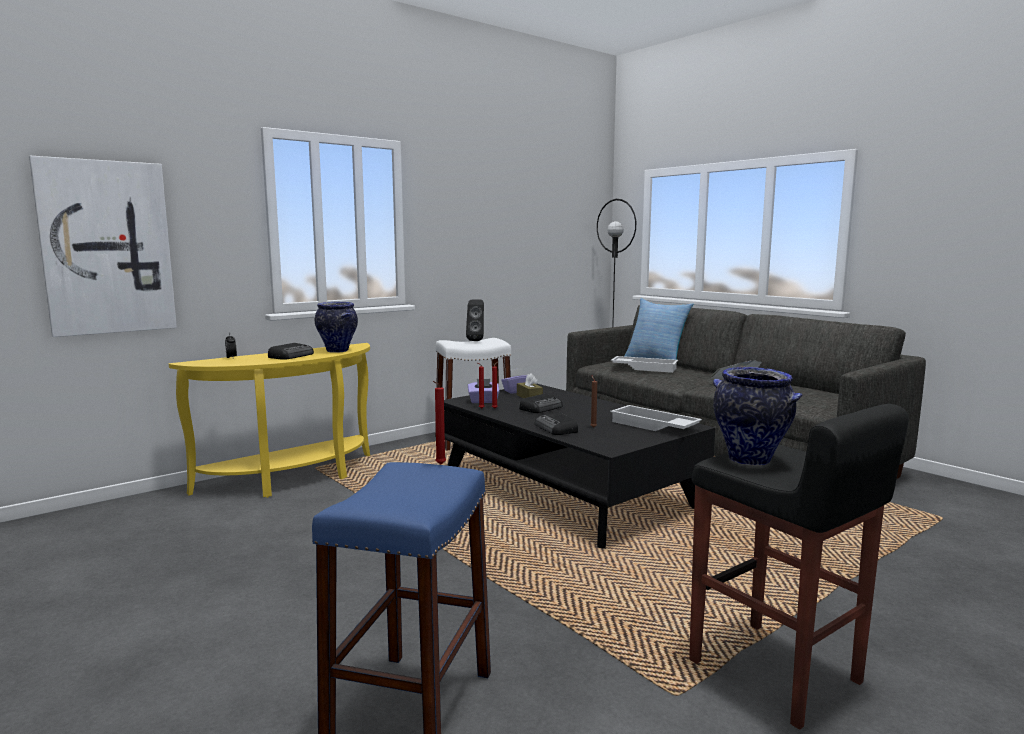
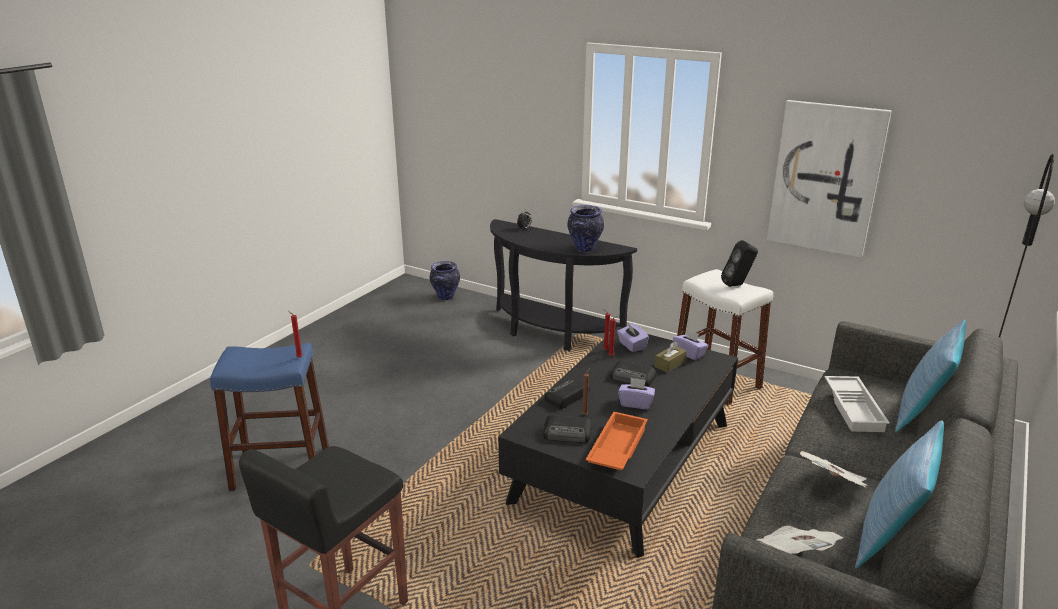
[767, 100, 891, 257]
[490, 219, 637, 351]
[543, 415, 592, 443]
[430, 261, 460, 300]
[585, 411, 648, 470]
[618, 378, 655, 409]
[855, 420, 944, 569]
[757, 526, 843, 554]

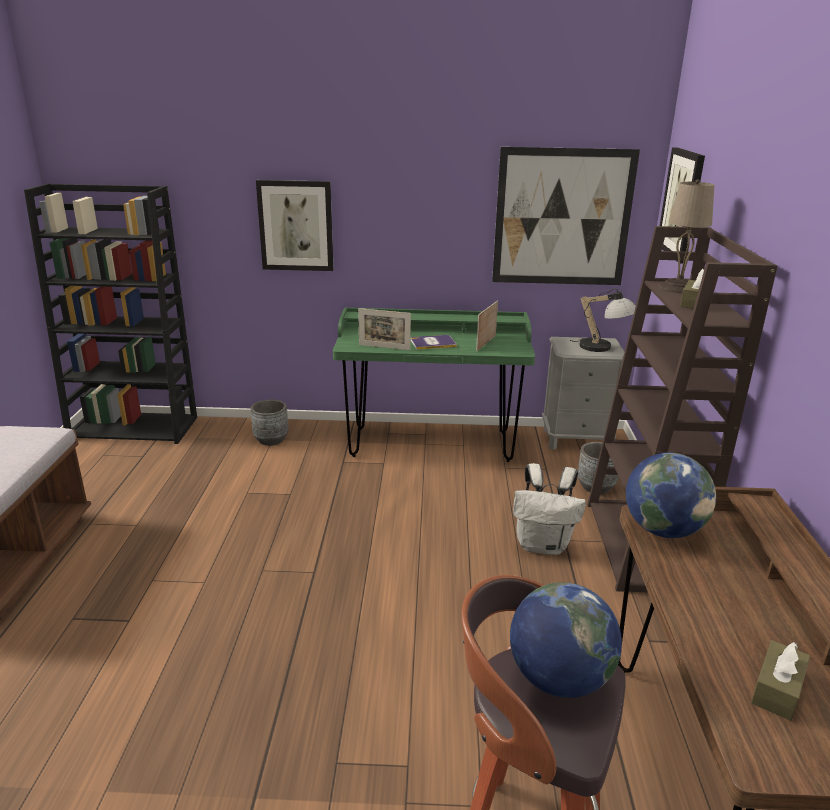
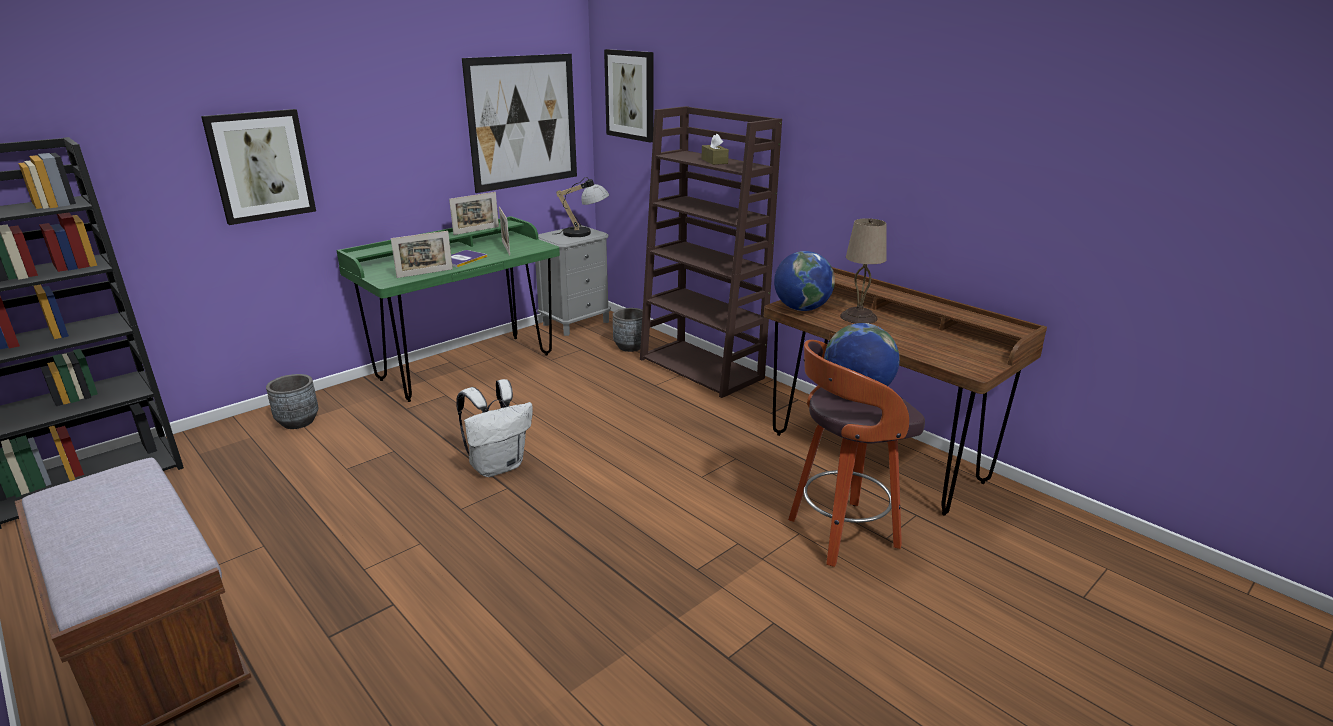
[840, 218, 886, 324]
[456, 379, 533, 477]
[751, 640, 810, 721] (first image)
[449, 192, 499, 235]

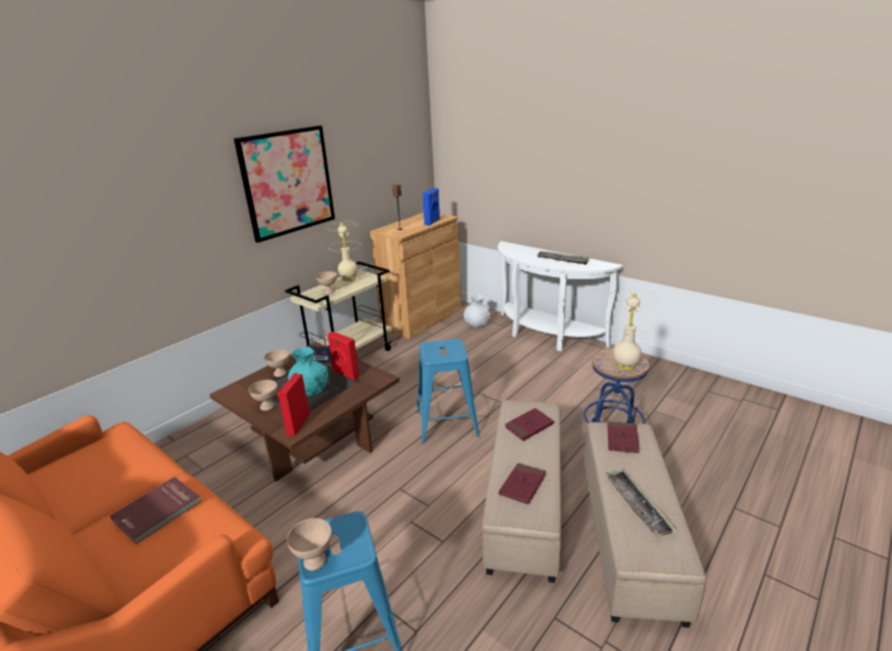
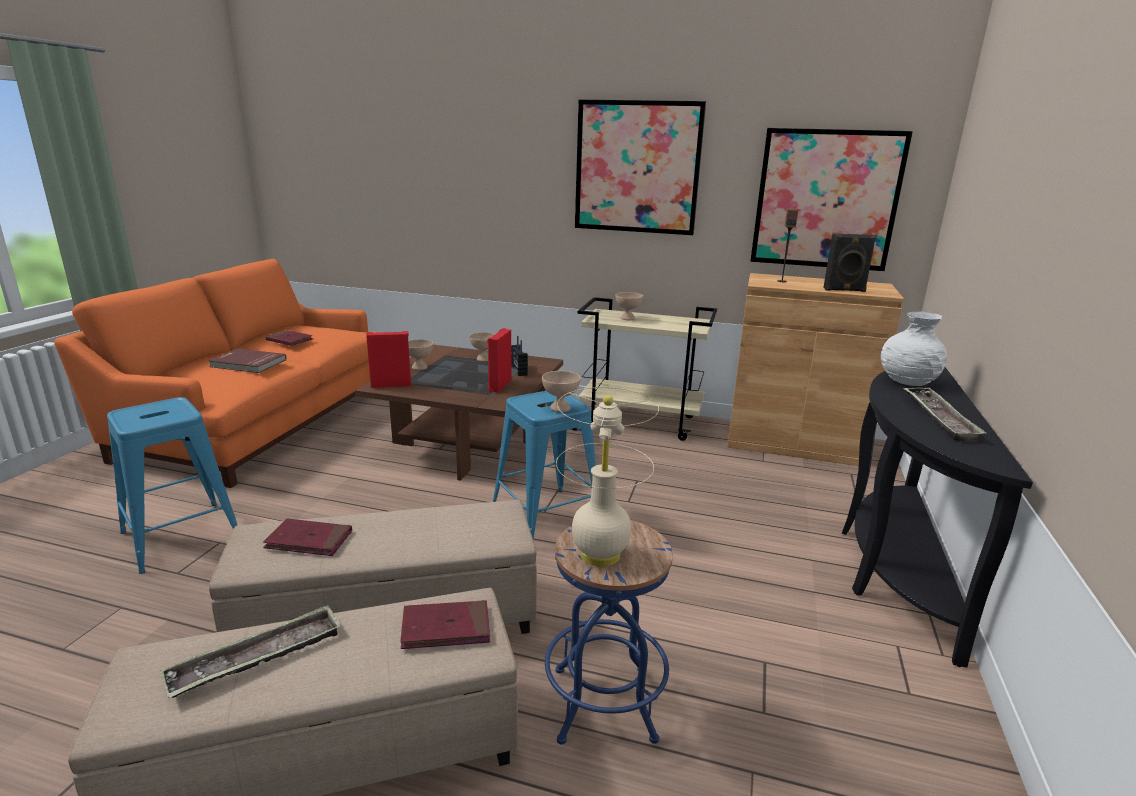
[823, 234, 877, 292]
[326, 222, 361, 281] (first image)
[842, 367, 1033, 668]
[881, 311, 947, 386]
[288, 347, 328, 397] (first image)
[265, 330, 313, 346]
[542, 371, 581, 412]
[750, 128, 913, 271]

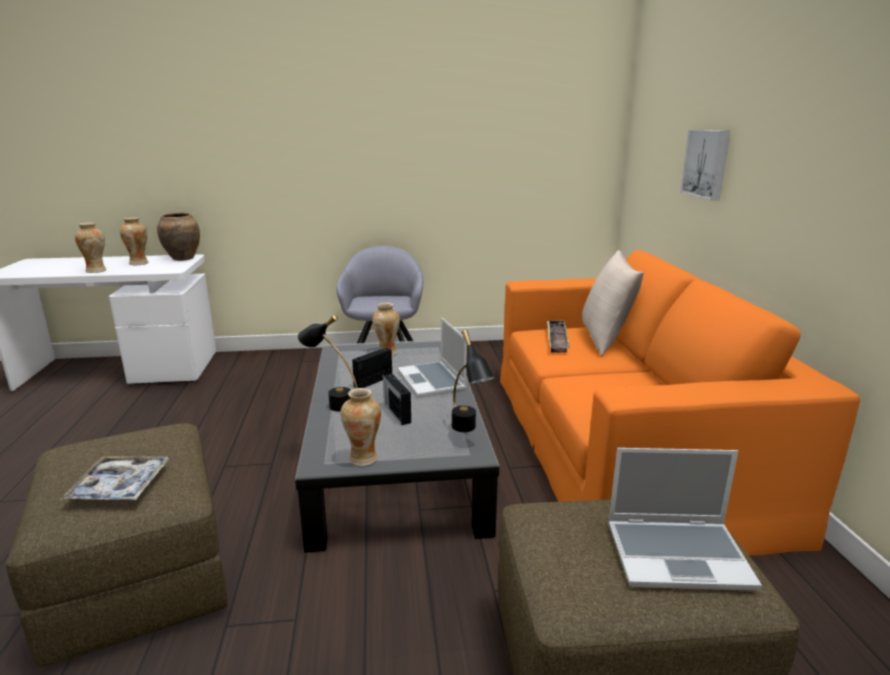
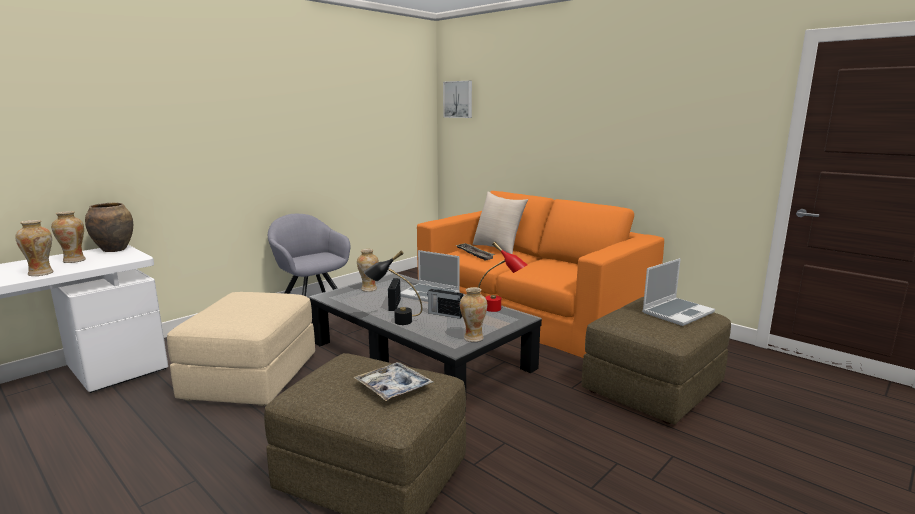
[443, 81, 472, 118]
[478, 242, 527, 312]
[167, 292, 315, 406]

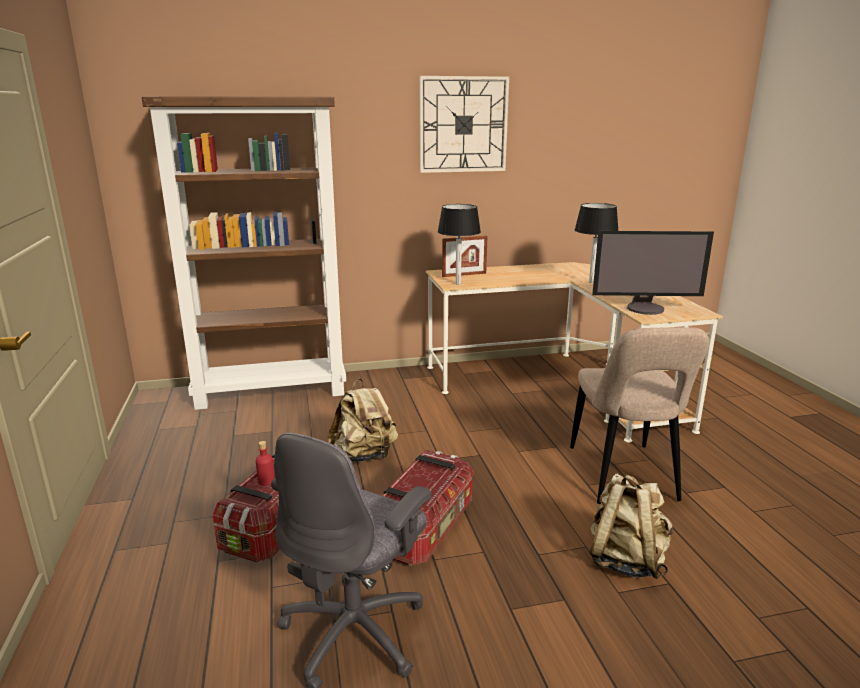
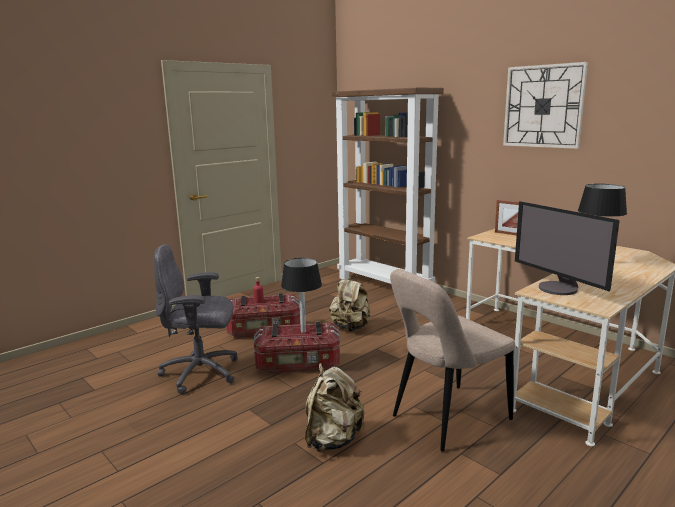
[281, 258, 322, 333]

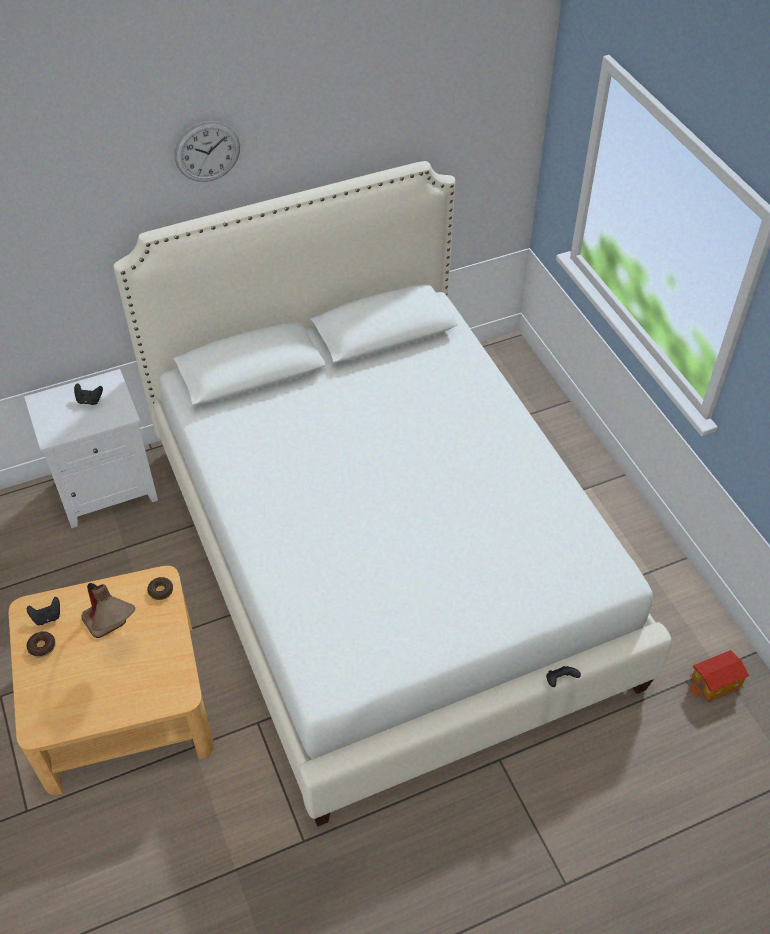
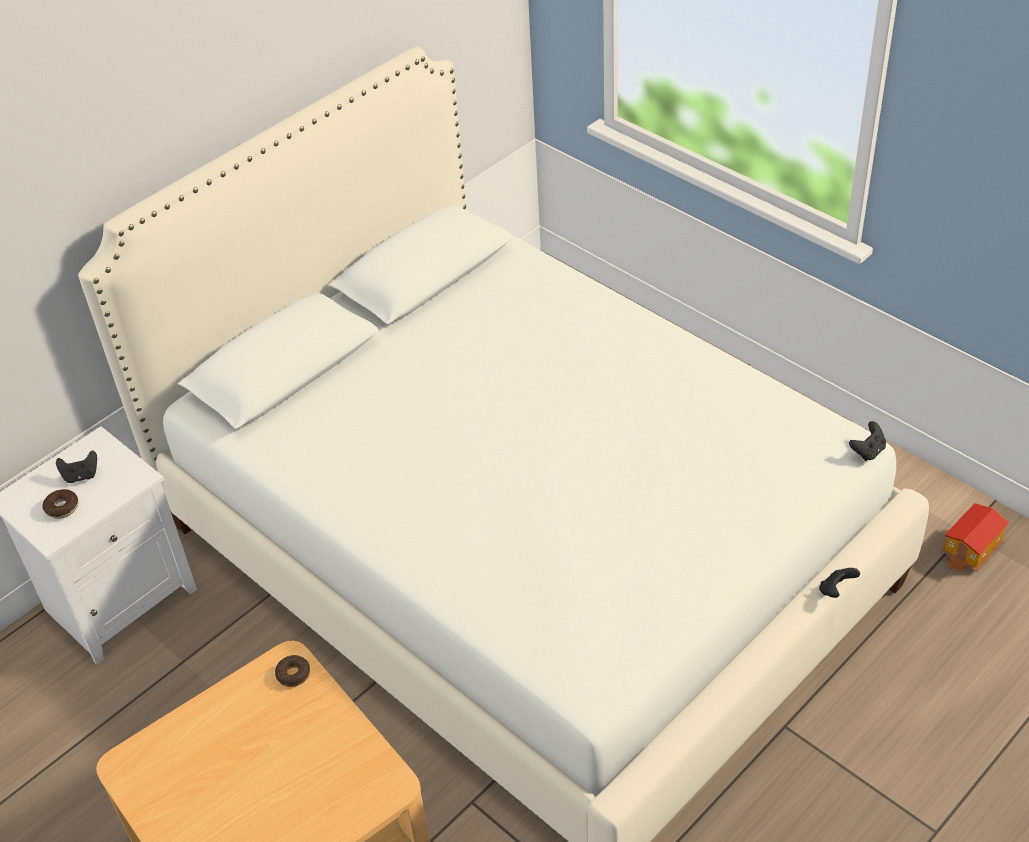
[175, 121, 240, 182] (first image)
[81, 583, 135, 638] (first image)
[849, 421, 886, 461]
[42, 489, 79, 519]

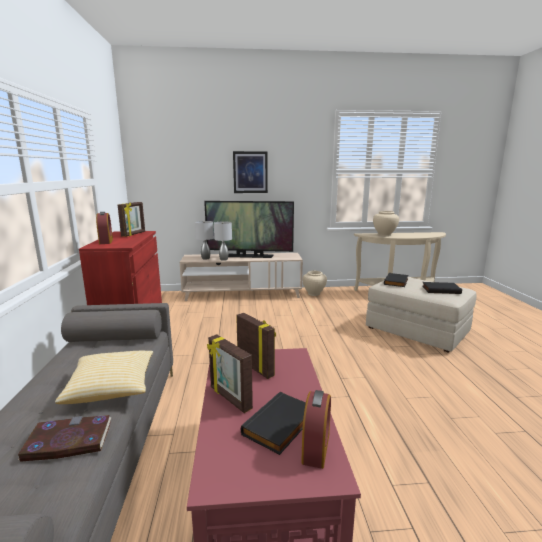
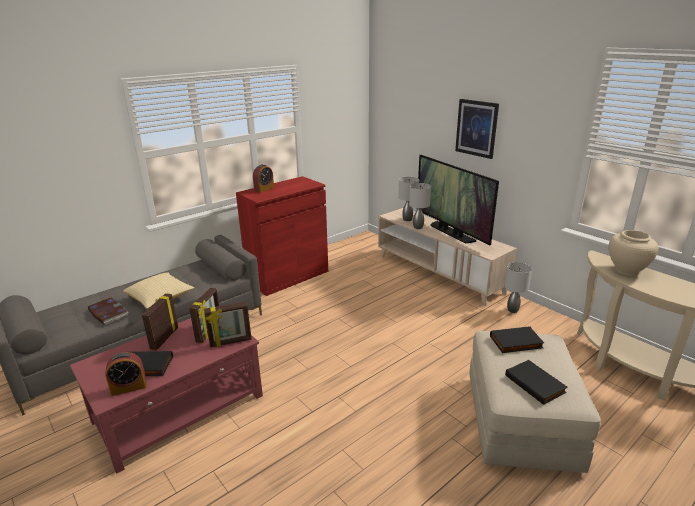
[204, 302, 252, 347]
[504, 262, 532, 313]

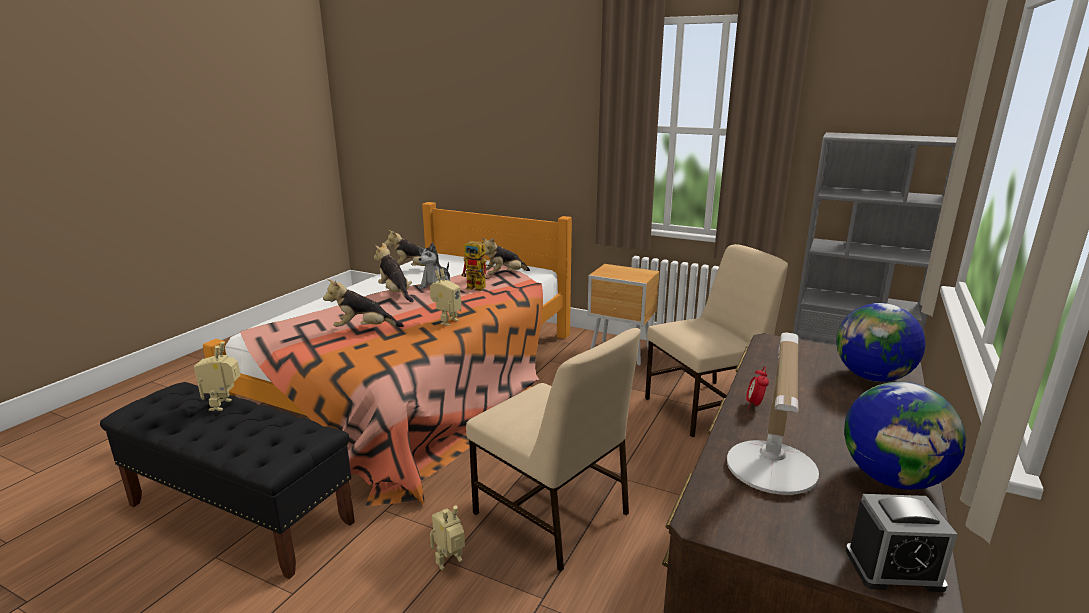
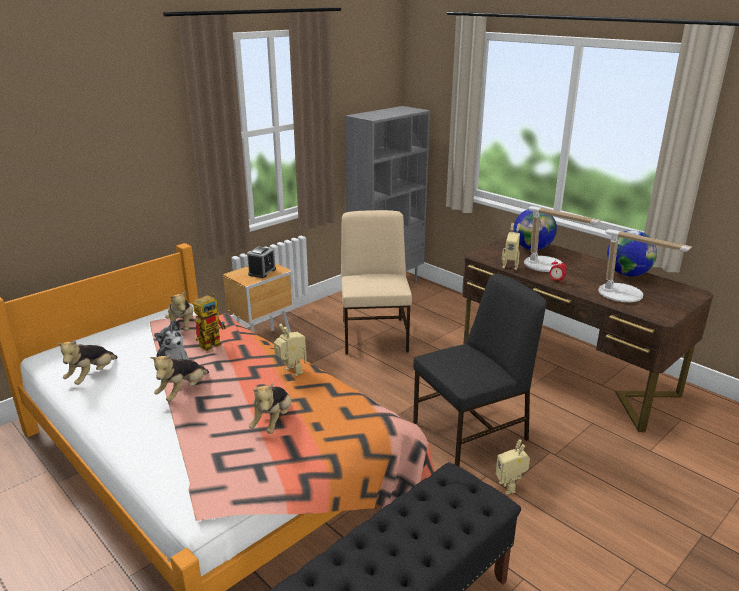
[150, 354, 209, 401]
[413, 274, 546, 466]
[502, 223, 521, 270]
[247, 246, 276, 278]
[524, 206, 601, 272]

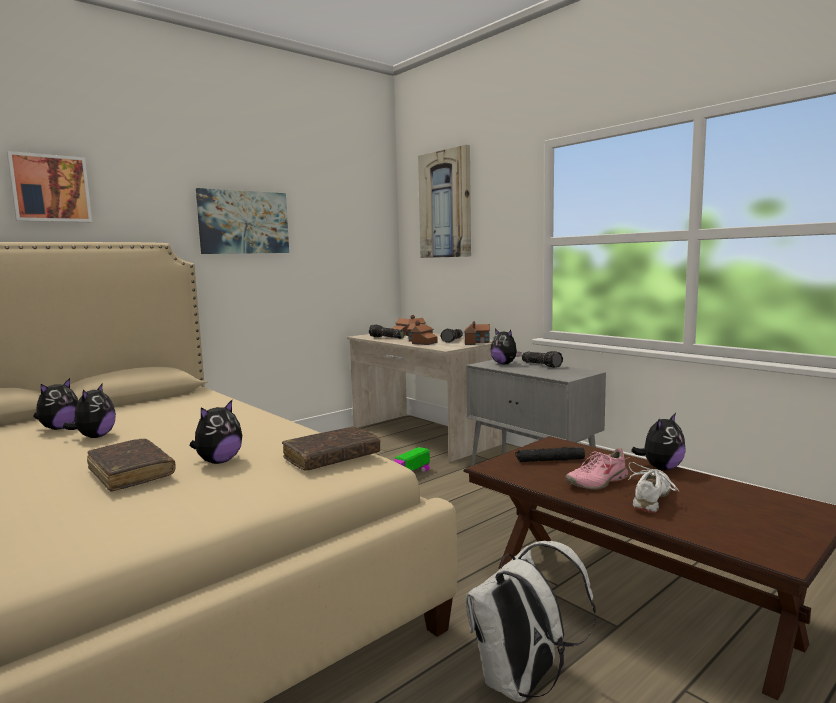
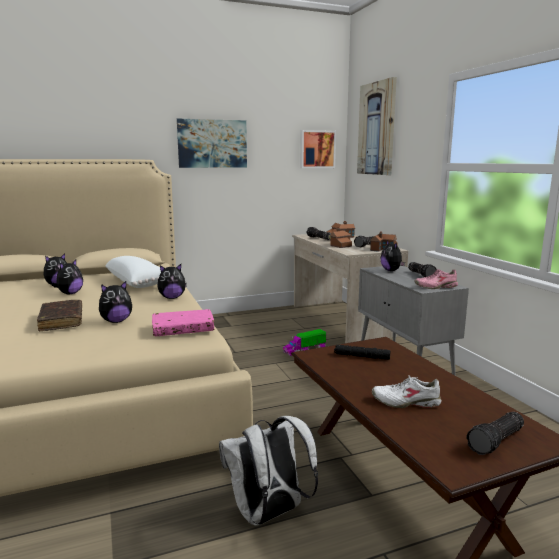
[300, 130, 336, 168]
[157, 264, 187, 299]
[152, 309, 214, 336]
[414, 269, 458, 289]
[372, 375, 441, 408]
[105, 256, 161, 288]
[466, 412, 524, 455]

